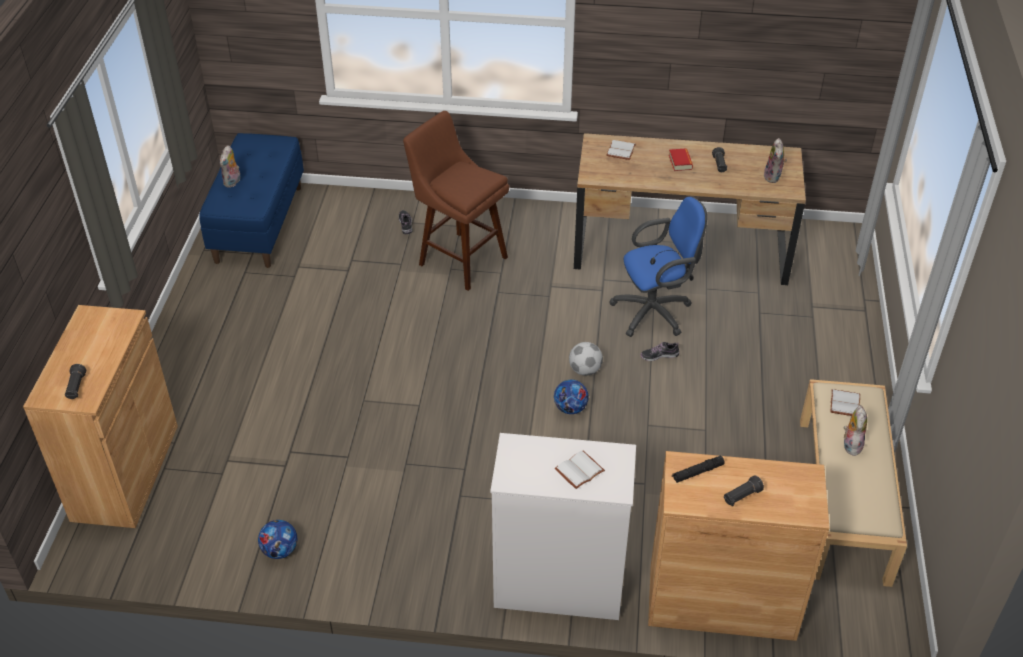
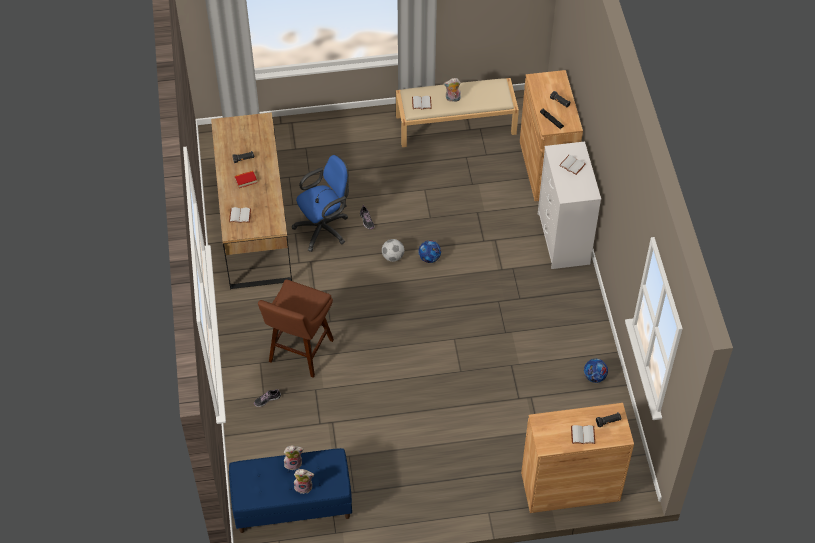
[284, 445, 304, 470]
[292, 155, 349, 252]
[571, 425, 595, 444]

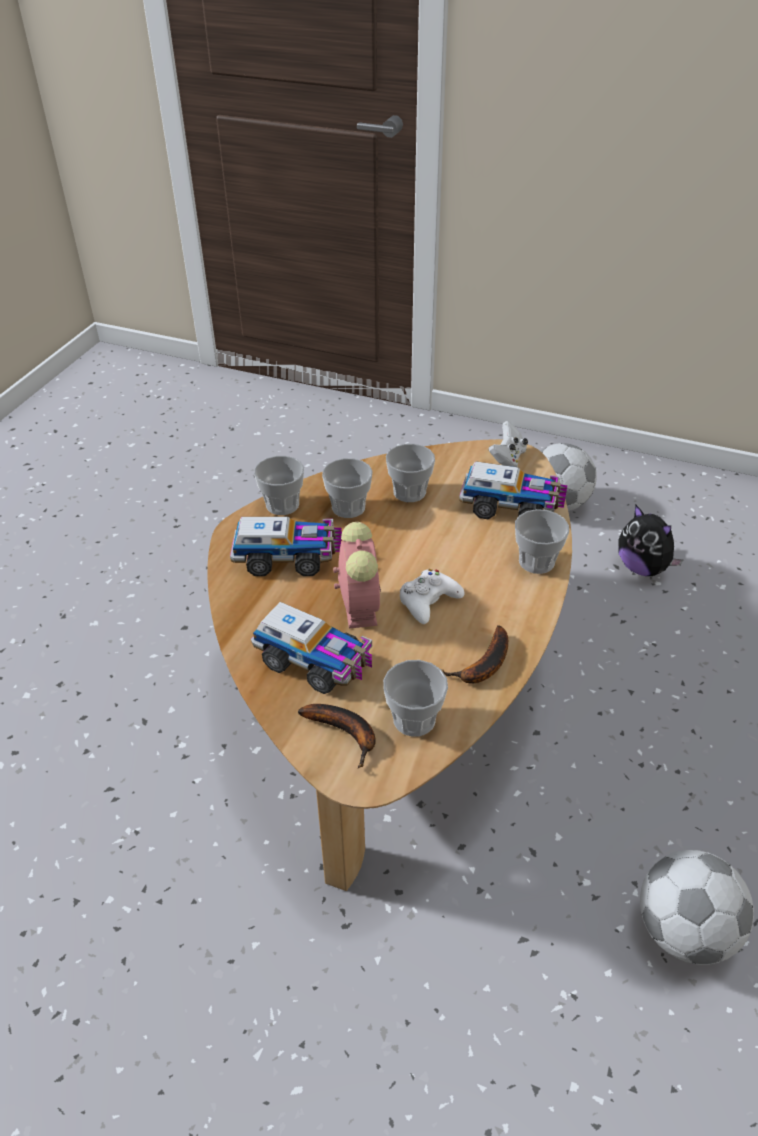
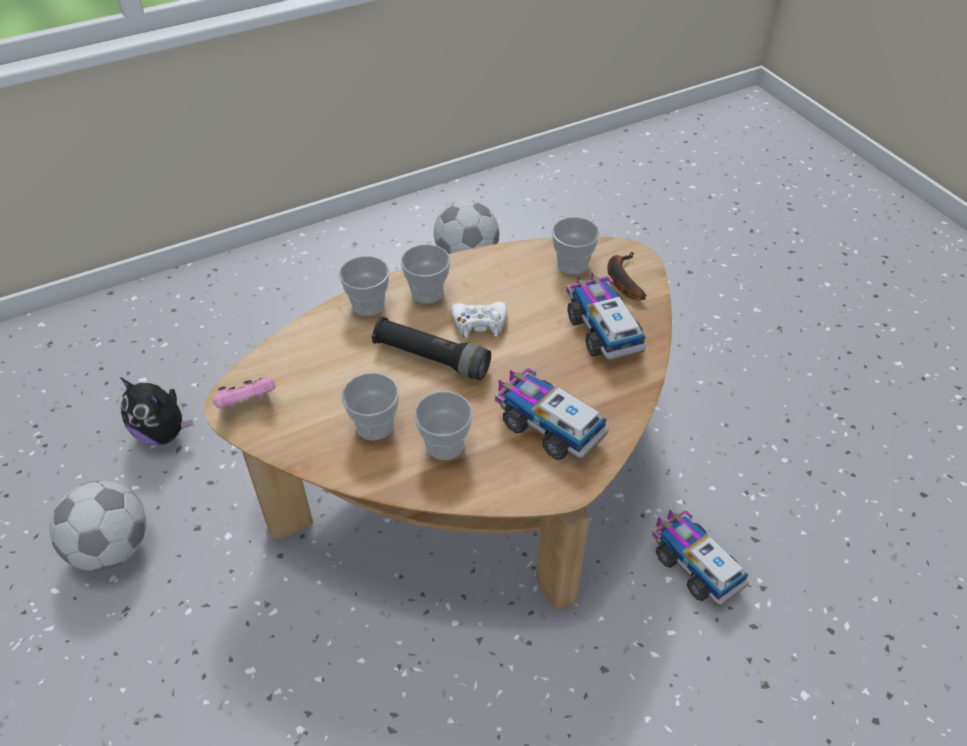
[213, 377, 276, 409]
[401, 244, 450, 304]
[652, 509, 749, 606]
[120, 377, 194, 445]
[333, 522, 381, 629] (first image)
[441, 625, 508, 683] (first image)
[372, 317, 491, 380]

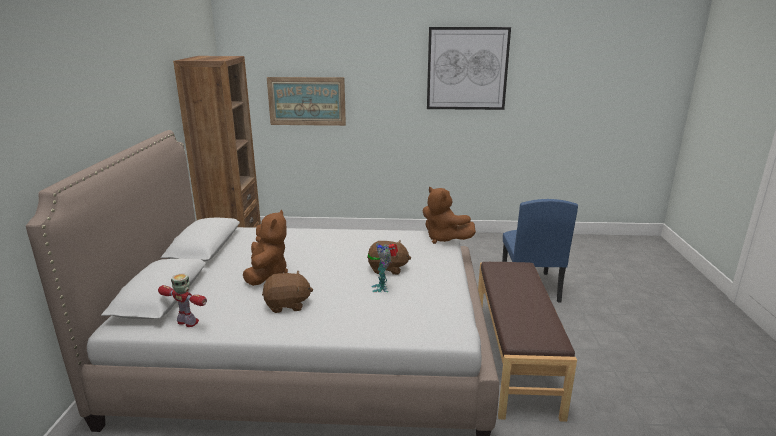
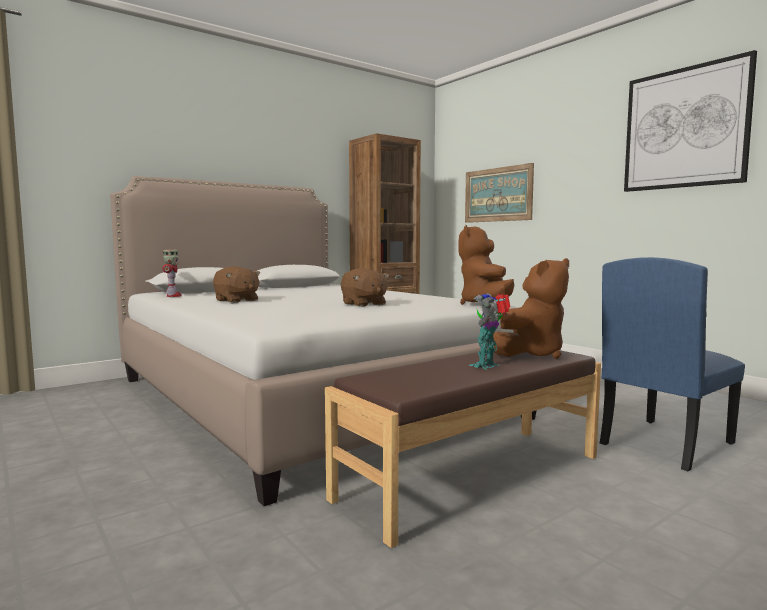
[493, 258, 569, 359]
[468, 293, 511, 370]

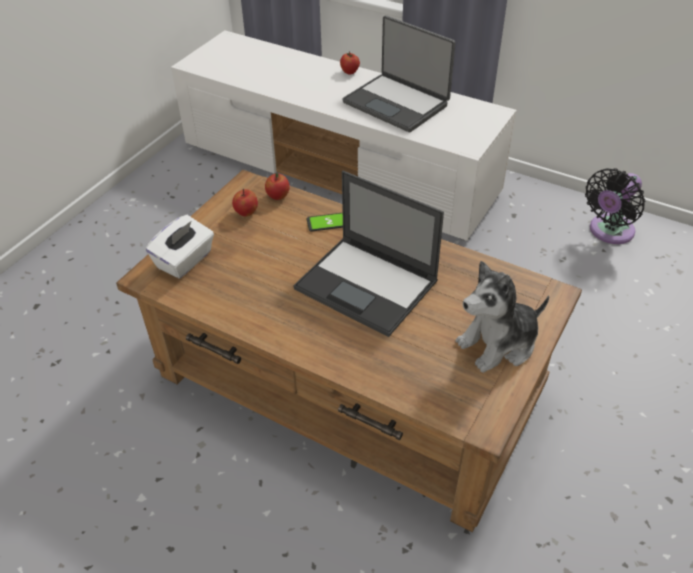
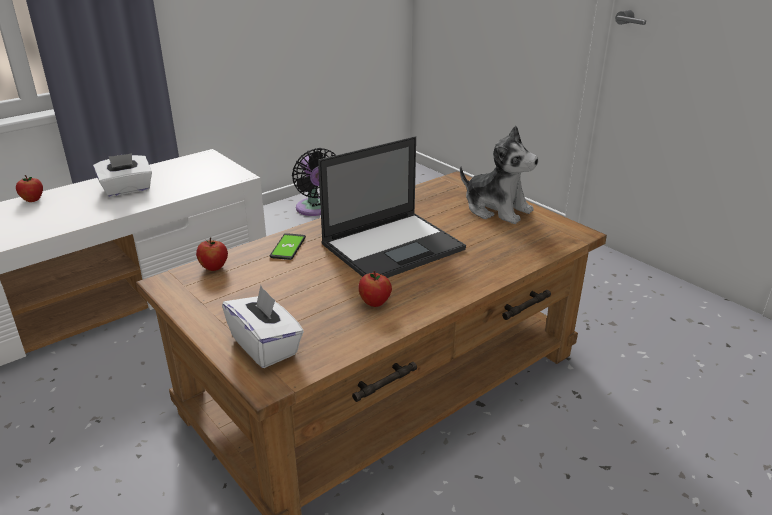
[93, 153, 152, 197]
[358, 271, 392, 307]
[460, 126, 539, 224]

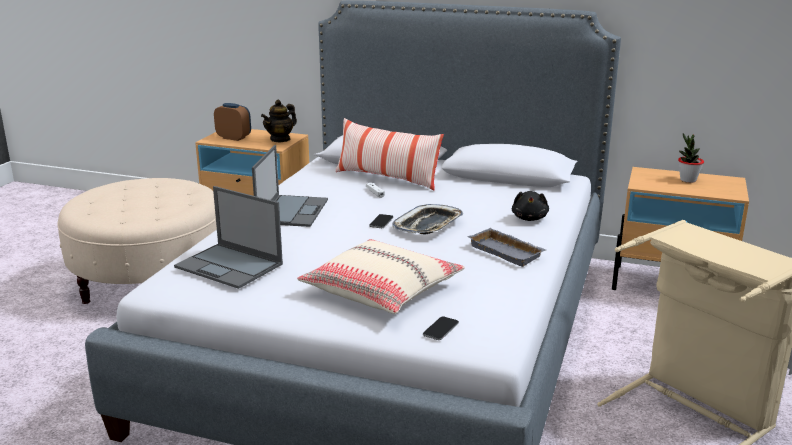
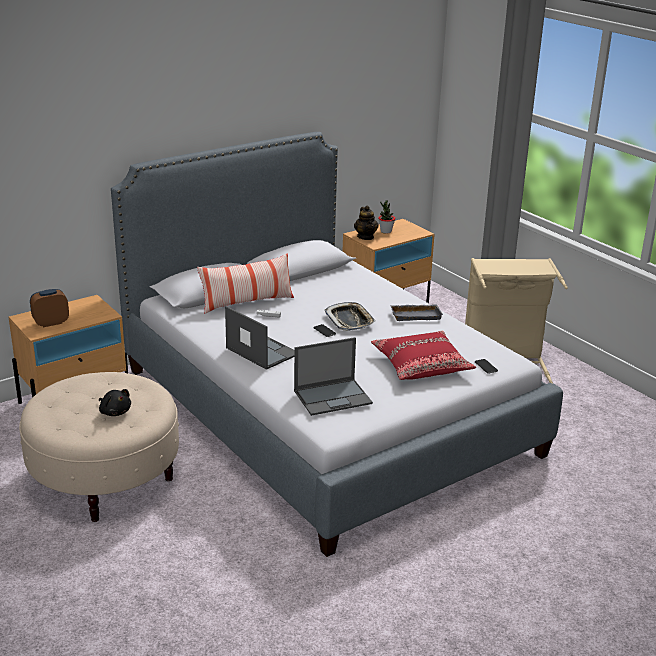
[354, 206, 379, 240]
[99, 389, 131, 416]
[371, 331, 476, 380]

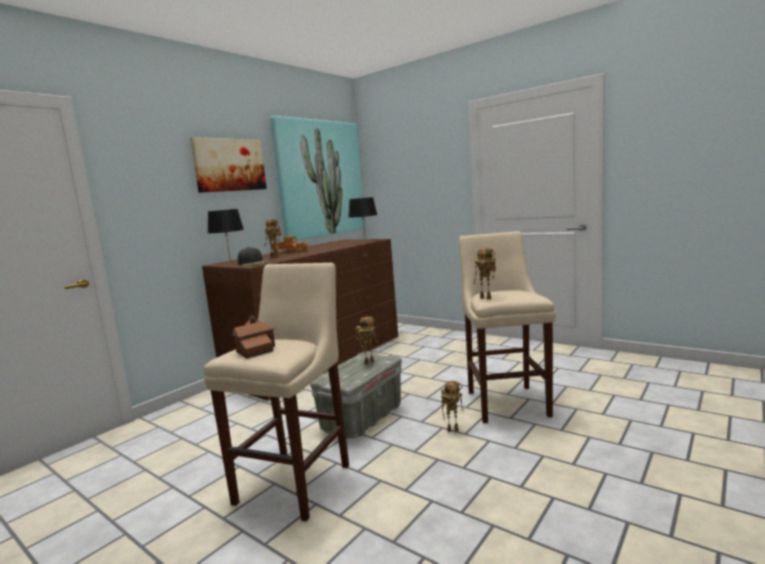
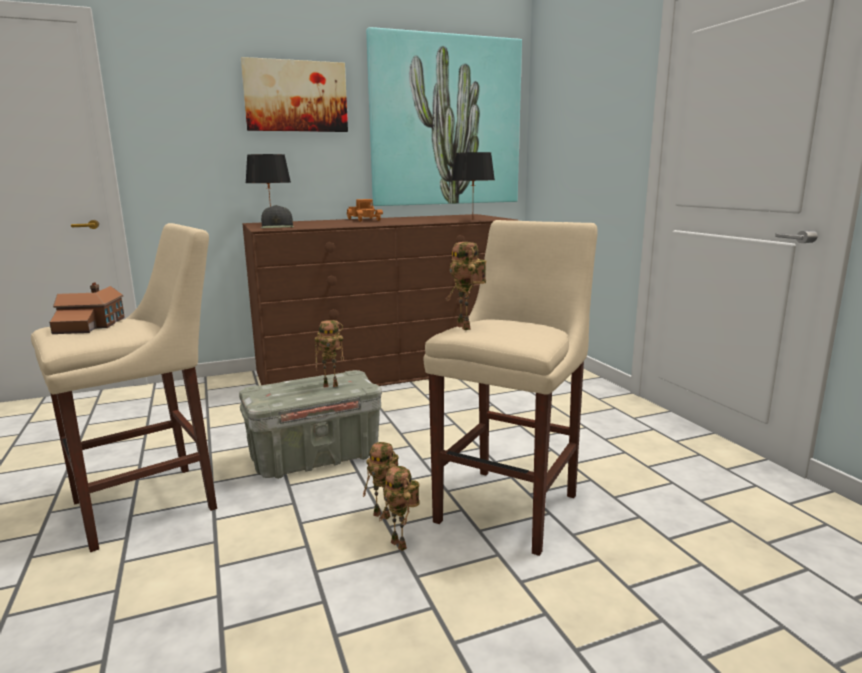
[379, 466, 420, 551]

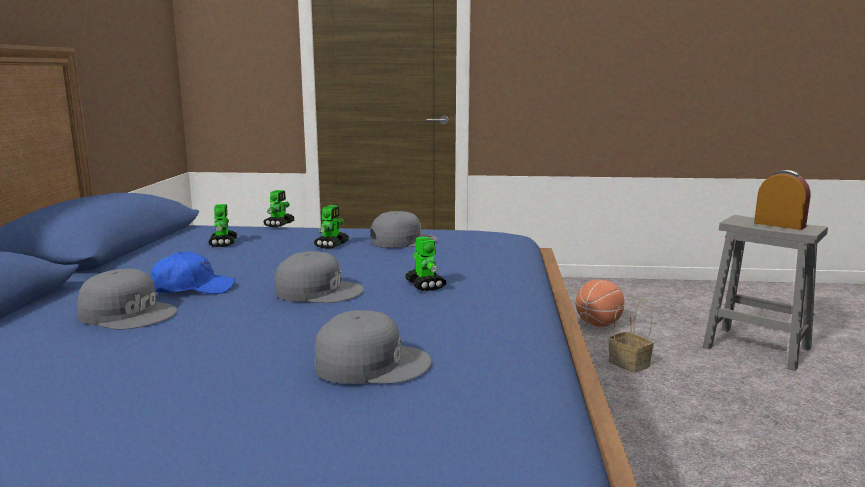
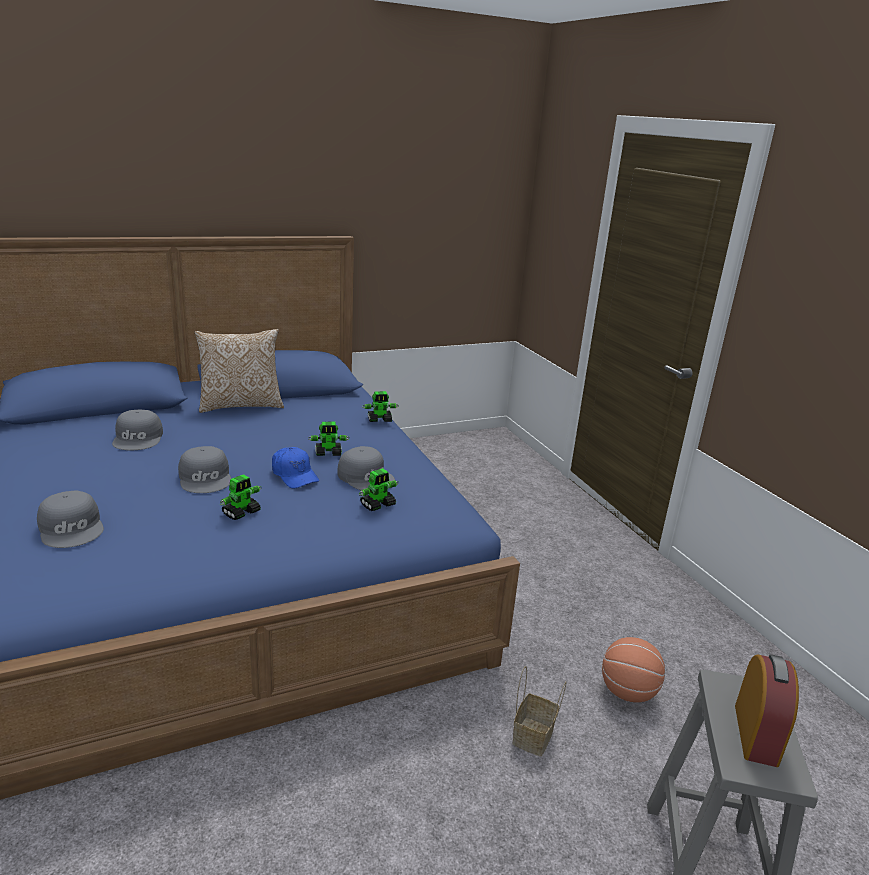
[359, 468, 399, 511]
[272, 447, 319, 488]
[195, 329, 284, 413]

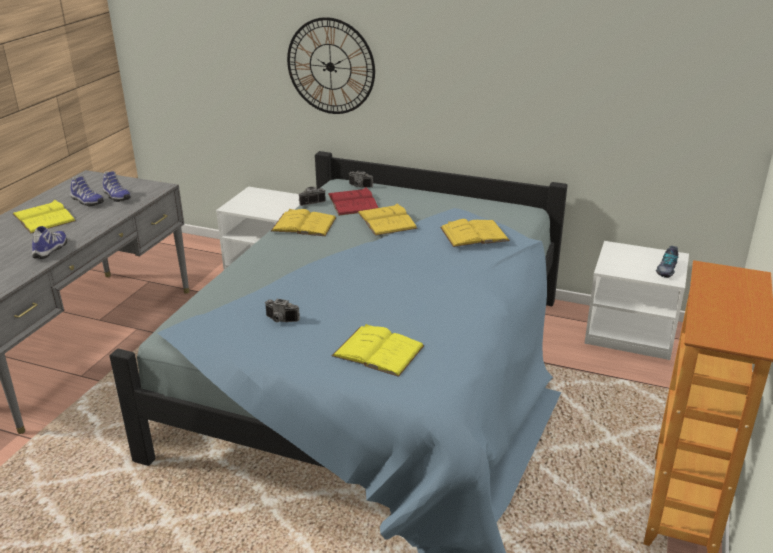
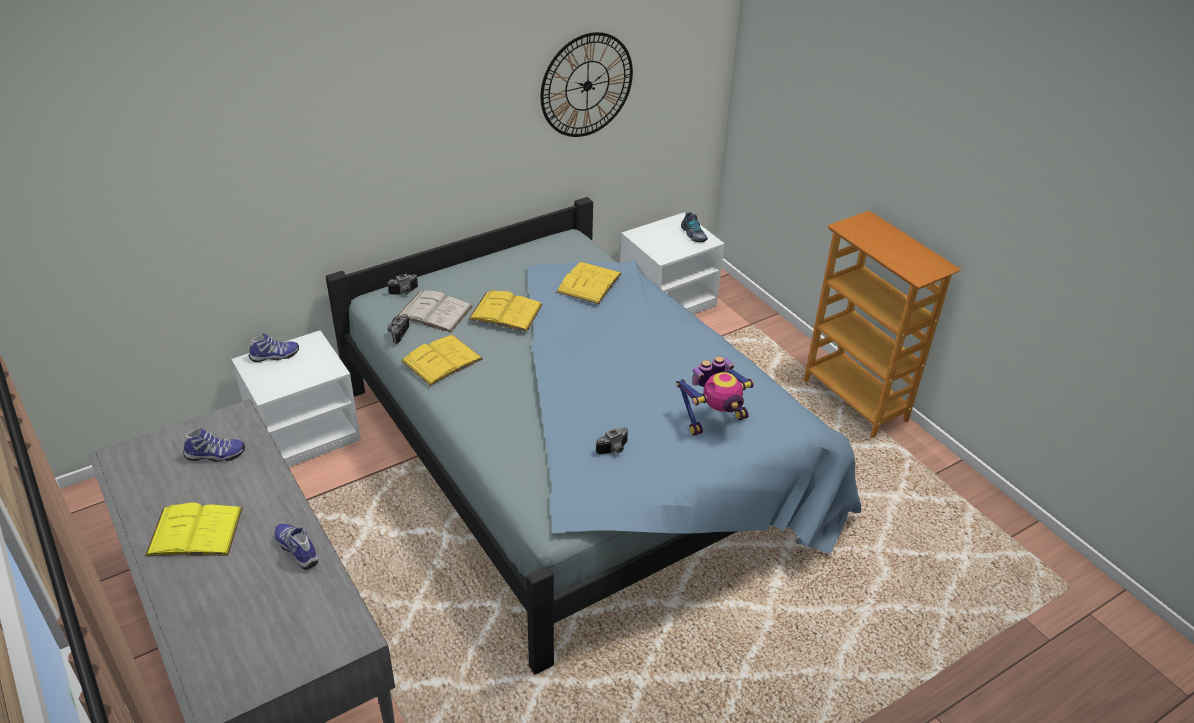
[540, 32, 633, 137]
[249, 333, 299, 362]
[397, 289, 473, 333]
[676, 356, 754, 436]

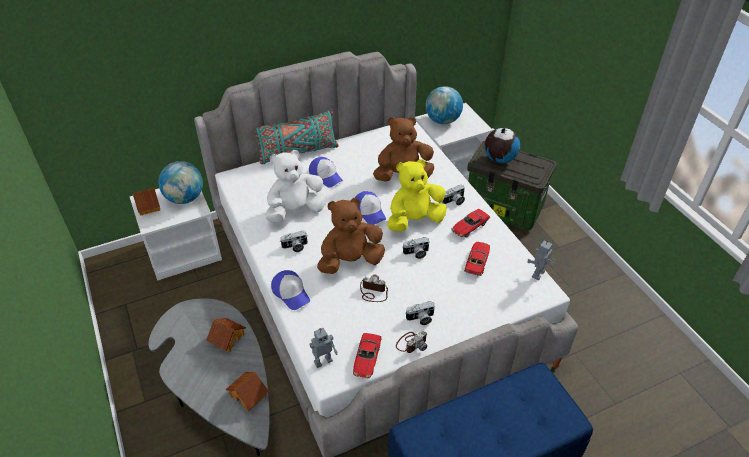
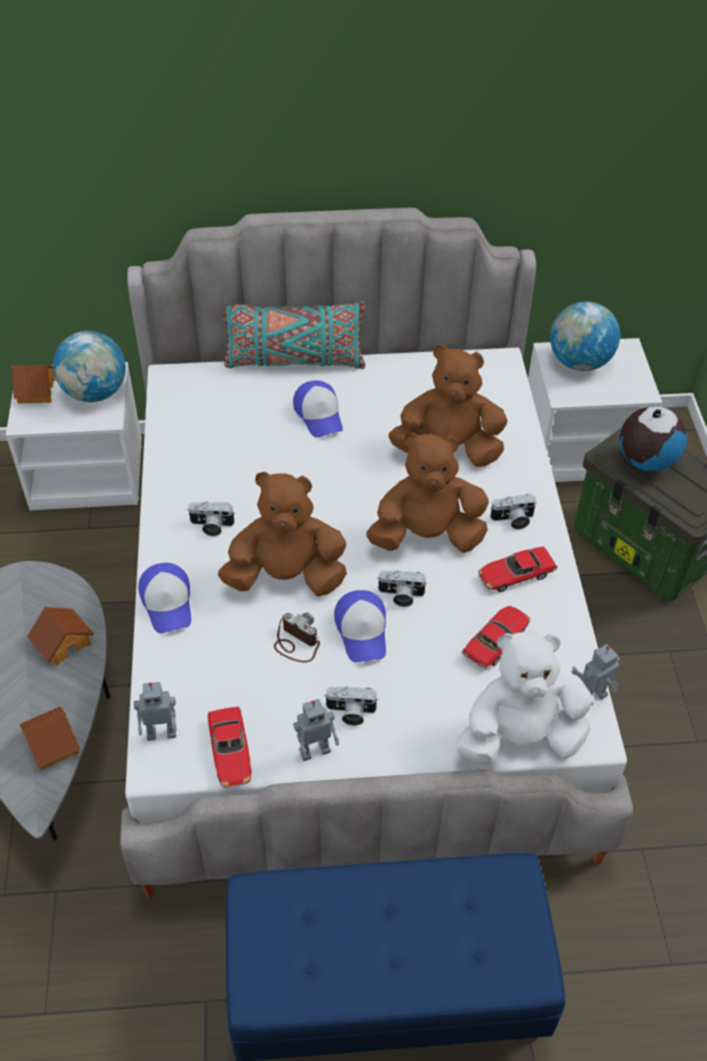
[456, 632, 593, 765]
[366, 432, 489, 553]
[334, 590, 386, 663]
[293, 699, 339, 761]
[207, 707, 252, 788]

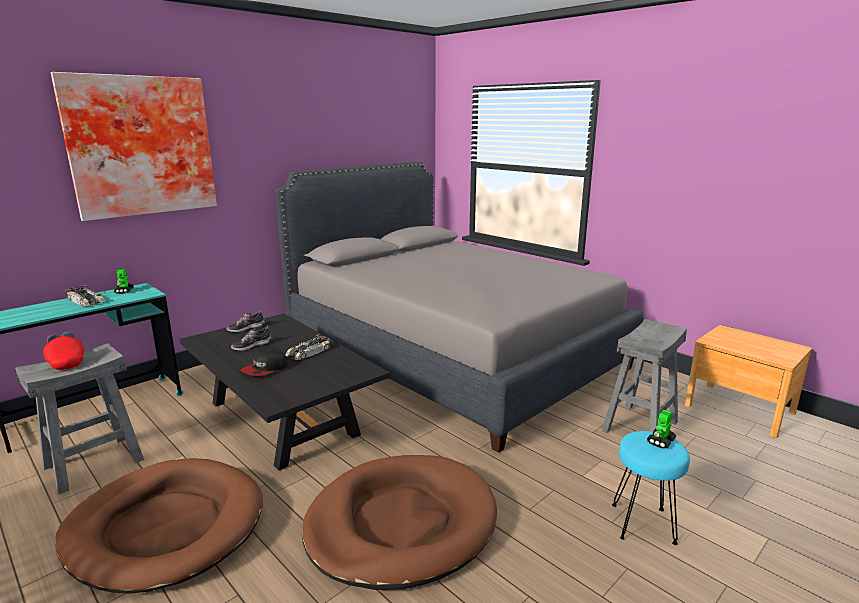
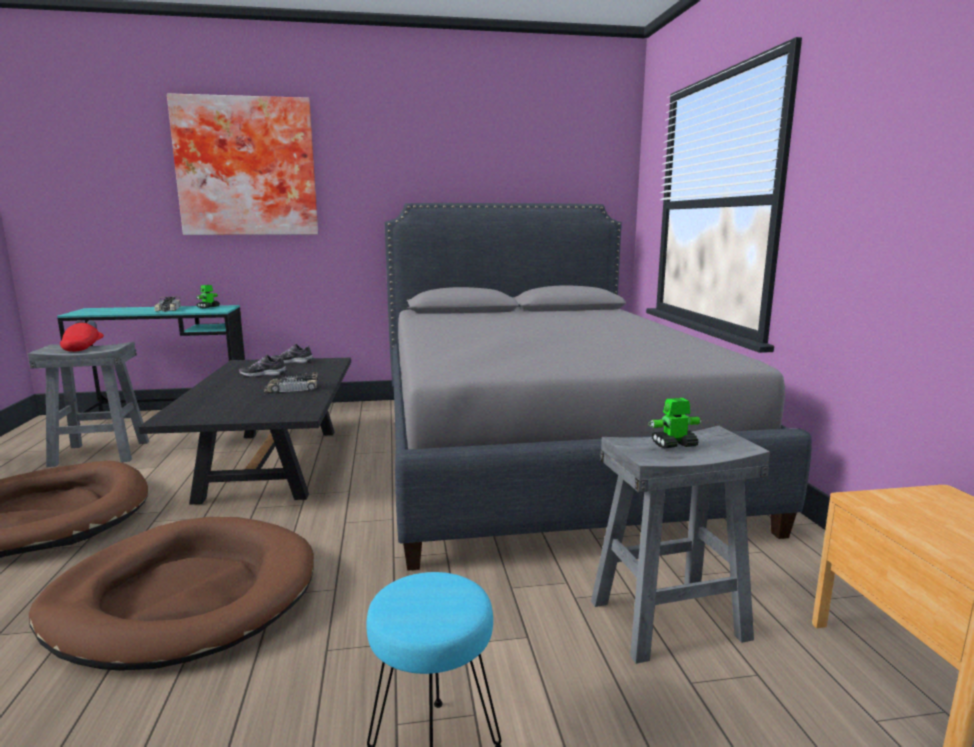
[241, 349, 288, 376] (first image)
[648, 398, 702, 448]

